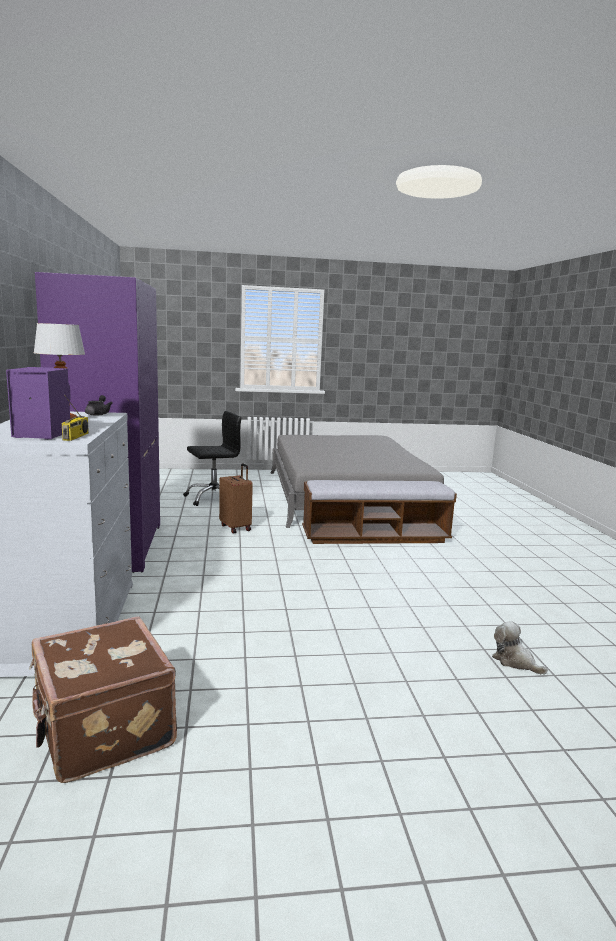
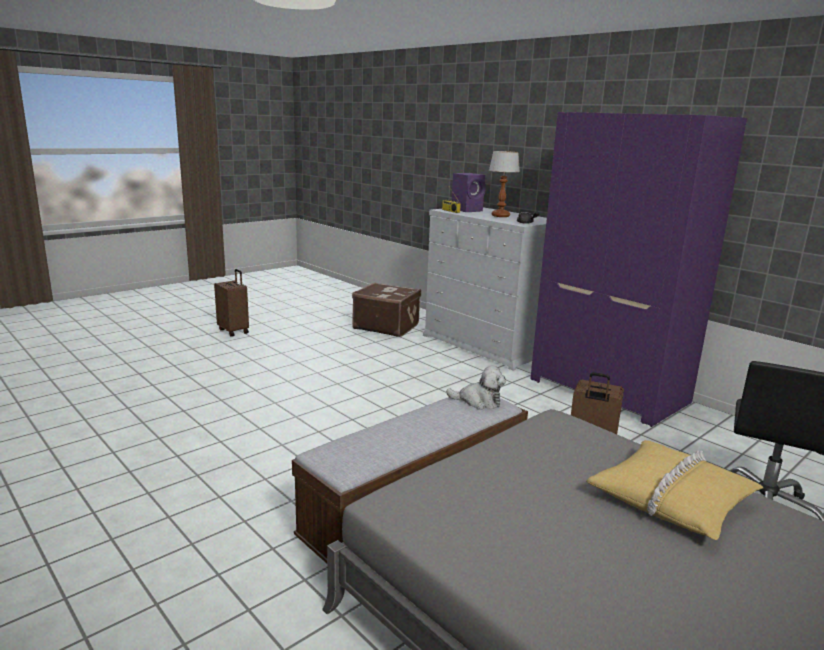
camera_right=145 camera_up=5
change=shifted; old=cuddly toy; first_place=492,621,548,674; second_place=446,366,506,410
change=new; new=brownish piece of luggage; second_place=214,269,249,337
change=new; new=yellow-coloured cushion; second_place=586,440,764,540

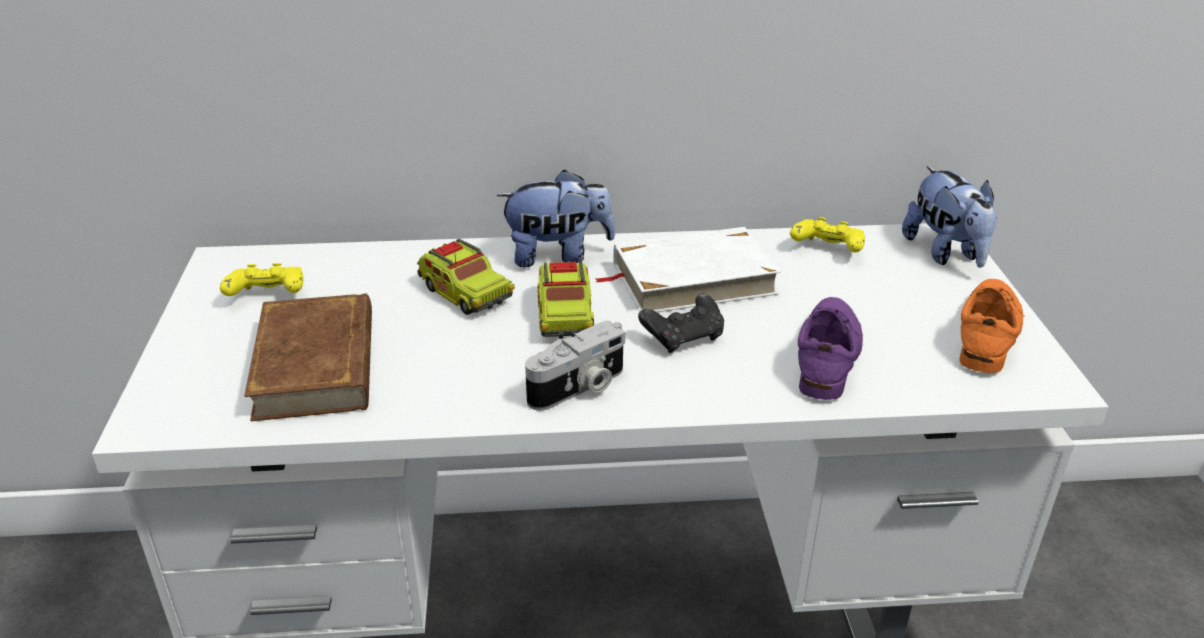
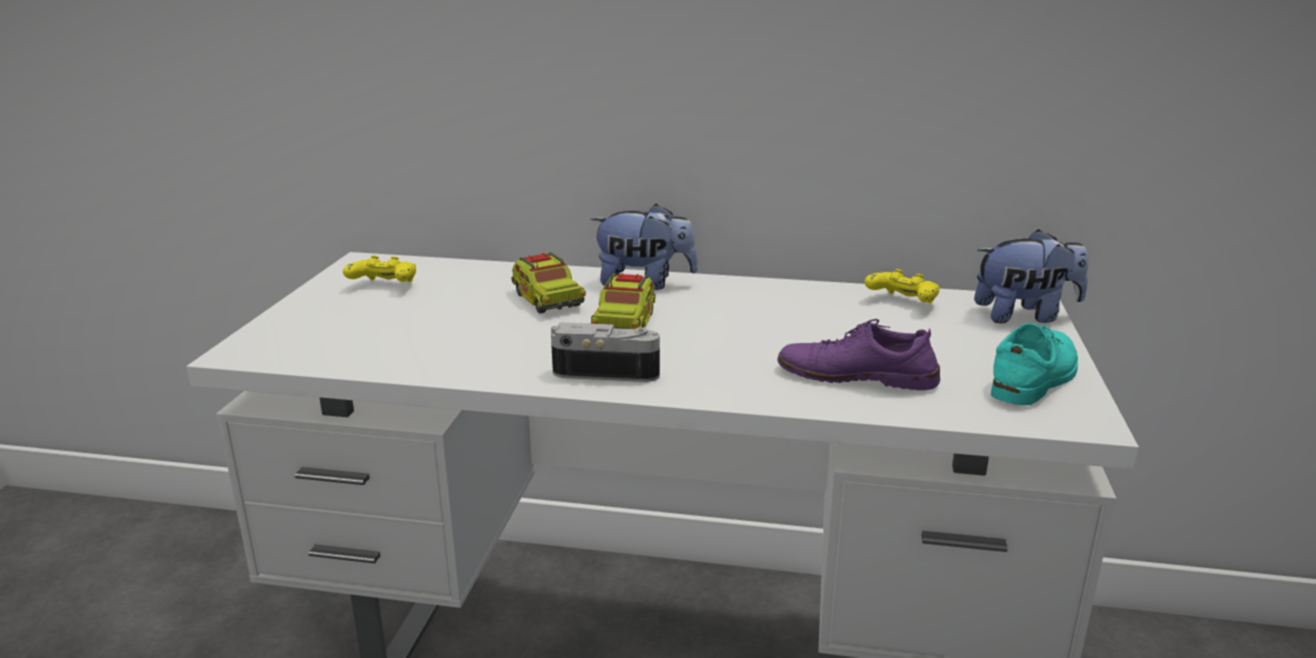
camera_right=15 camera_up=-10
change=gone; old=brownish bound book; first_place=244,293,372,421
change=rotated; old=photo camera; first_place=525,321,626,411; second_place=551,322,660,382; degrees=-150
change=gone; old=white bound book; first_place=595,227,781,312
change=gone; old=blackish joypad; first_place=638,293,724,353
change=rotated; old=purplish low shoe; first_place=798,297,863,400; second_place=777,319,940,390; degrees=-105
change=rotated; old=cuddly toy; first_place=902,166,997,268; second_place=974,229,1088,323; degrees=-90
change=repainted; old=orange-coloured low shoe; new=turquoise-coloured low shoe; first_place=959,279,1024,373; second_place=991,323,1078,405

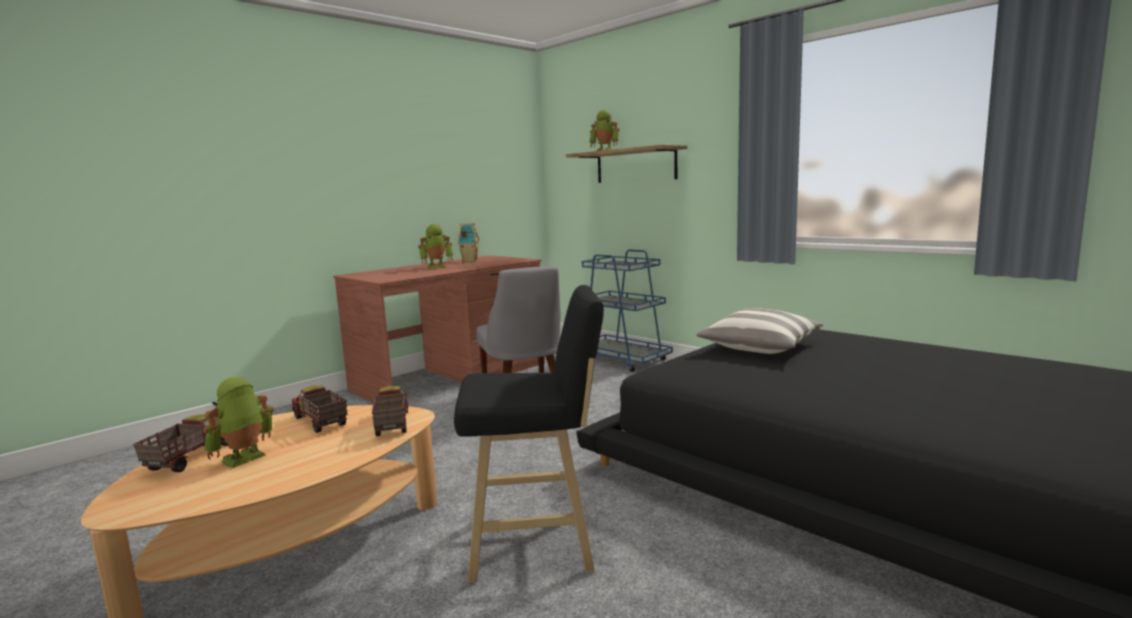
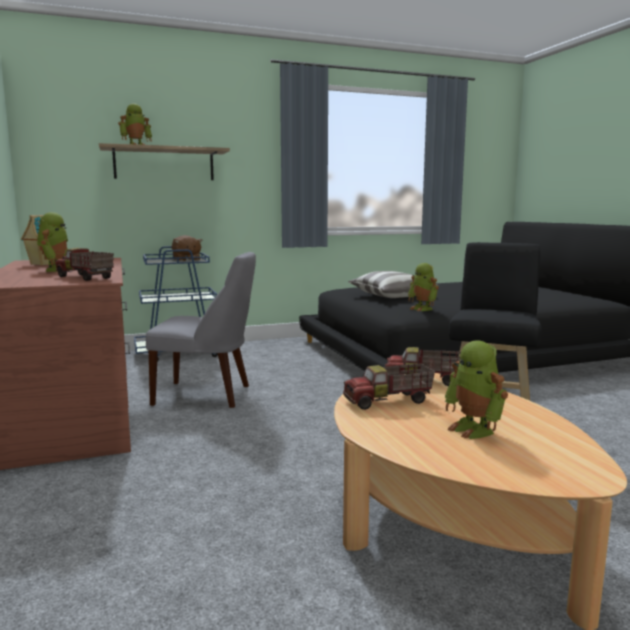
camera_right=-65 camera_up=0
change=shifted; old=model truck; first_place=133,414,229,472; second_place=56,248,114,281
change=new; new=brownish cuddly toy; second_place=172,235,202,261
change=new; new=robot figure; second_place=408,263,439,311

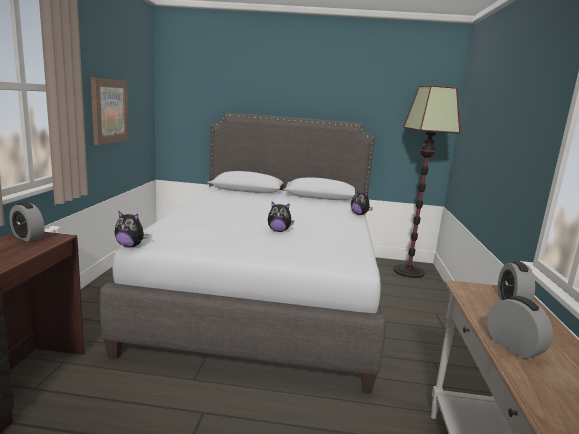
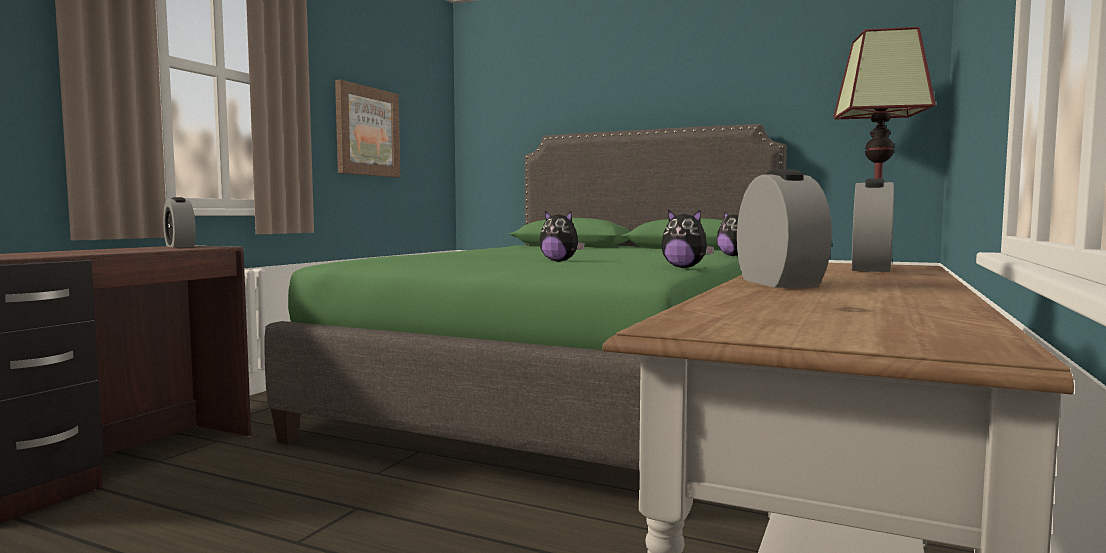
camera_right=20 camera_up=-10
change=repainted; old=greyish bedroom bed; new=green bedroom bed; first_place=100,113,386,393; second_place=264,124,787,470
change=shifted; old=cuddly toy; first_place=115,211,149,248; second_place=661,209,714,268

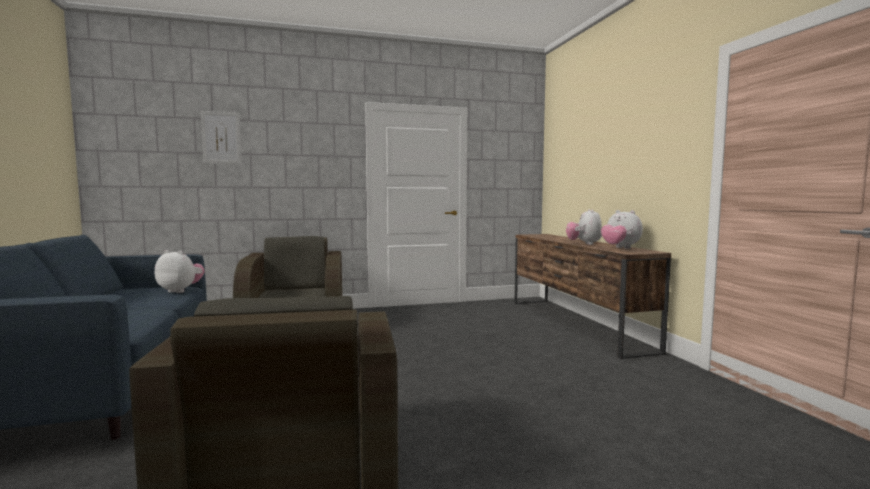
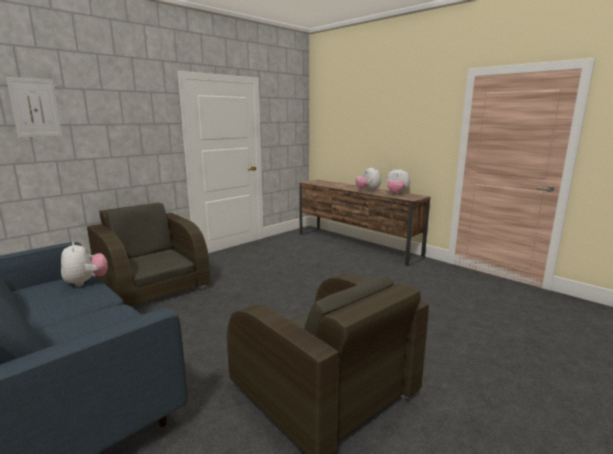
camera_right=-30 camera_up=10
change=rotated; old=cuddly toy; first_place=155,250,204,293; second_place=61,242,108,287; degrees=75

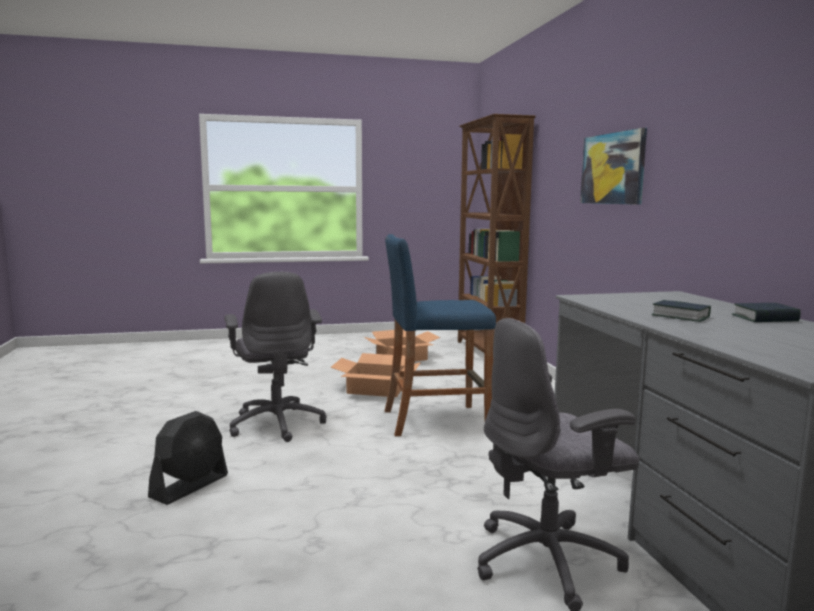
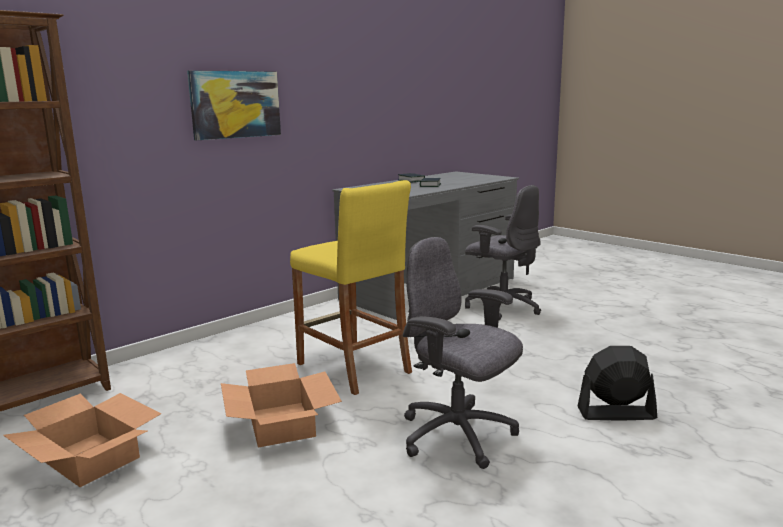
camera_right=-120 camera_up=5
change=rotated; old=greyish desk chair; first_place=224,272,326,442; second_place=403,237,523,469; degrees=-90
change=repainted; old=bluish stool seat; new=yellow-coloured stool seat; first_place=385,234,496,436; second_place=290,180,412,395

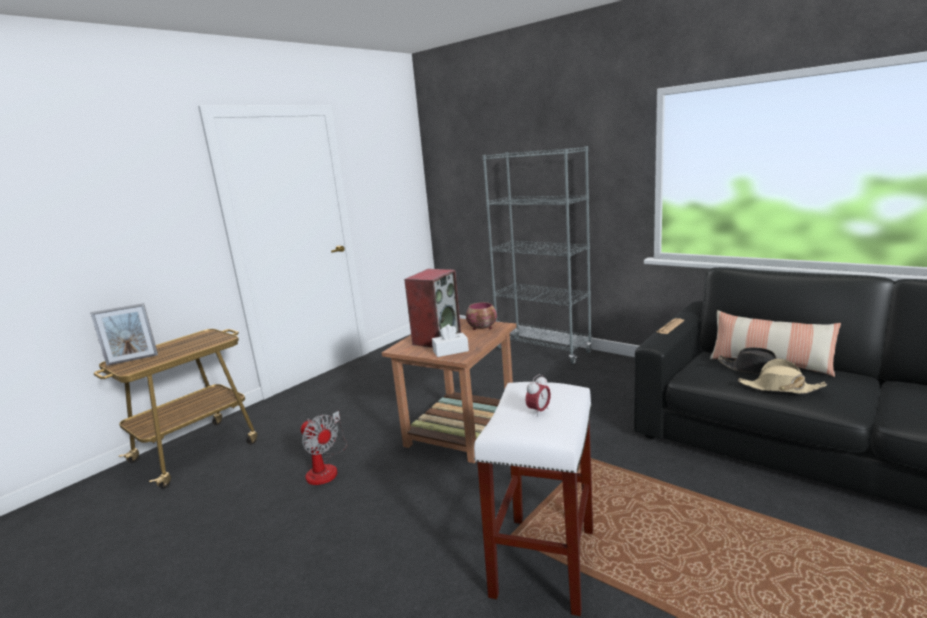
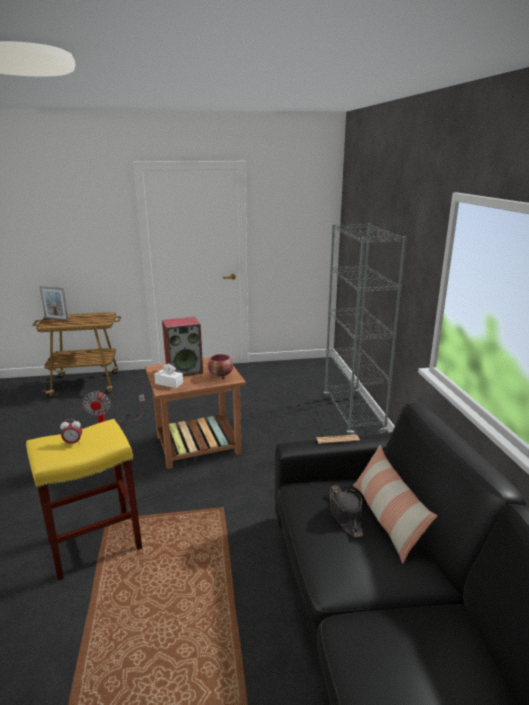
camera_right=40 camera_up=5
change=repainted; old=white stool seat; new=yellow-coloured stool seat; first_place=474,382,593,616; second_place=26,419,142,581
change=gone; old=sand-coloured wearable hat; first_place=738,359,827,394

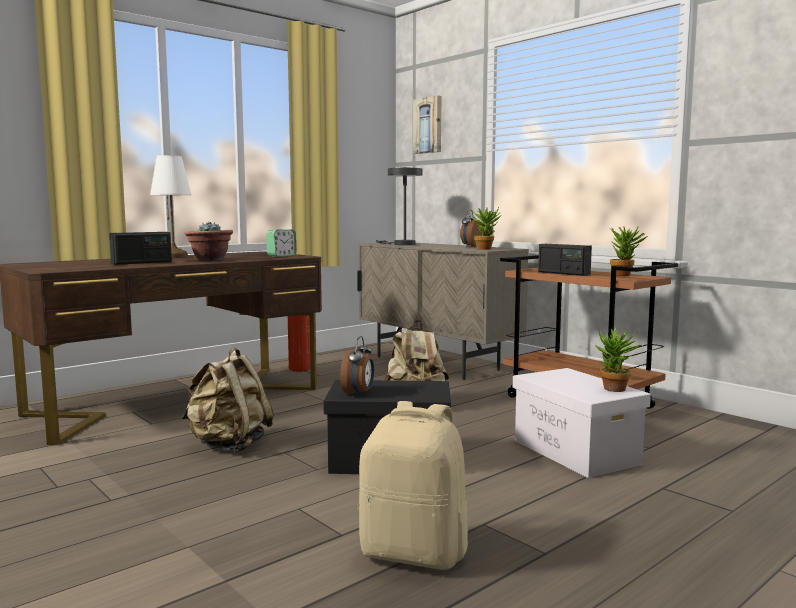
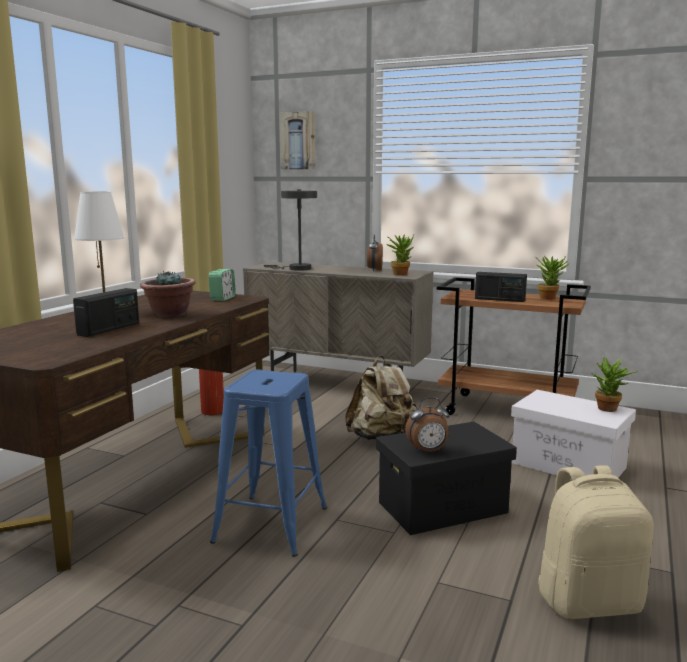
camera_right=-25 camera_up=5
change=swapped; old=sand-coloured backpack; new=bluish stool seat; first_place=182,348,274,453; second_place=210,370,327,557
change=rotated; old=bedside clock; first_place=340,336,374,397; second_place=405,397,449,453; degrees=90

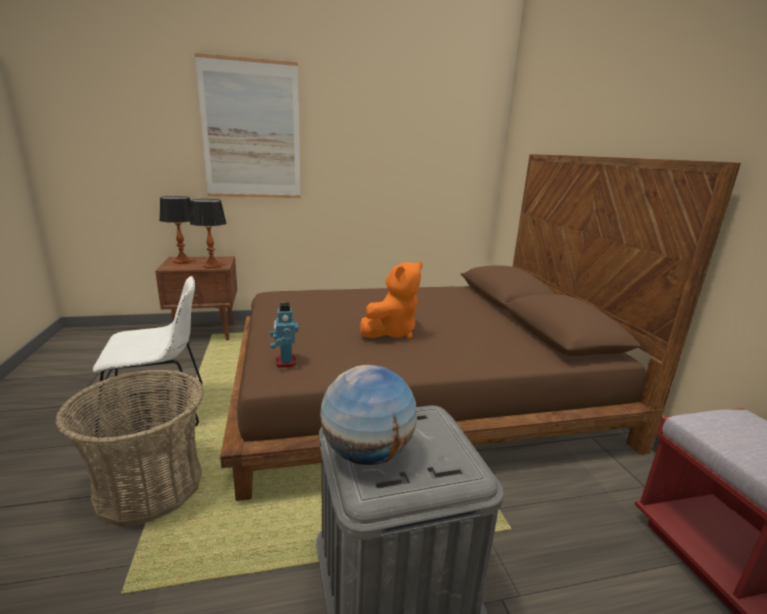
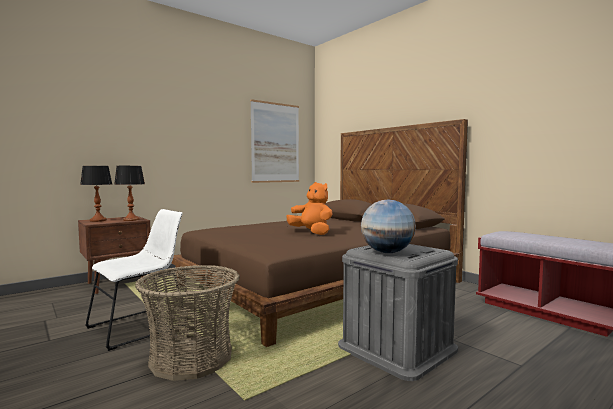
camera_right=-25 camera_up=-15
change=shifted; old=picture; first_place=195,53,301,198; second_place=250,99,299,183
change=gone; old=robot figure; first_place=270,302,299,367
change=rotated; old=orange-coloured cuddly toy; first_place=360,261,423,339; second_place=286,182,333,235; degrees=-60

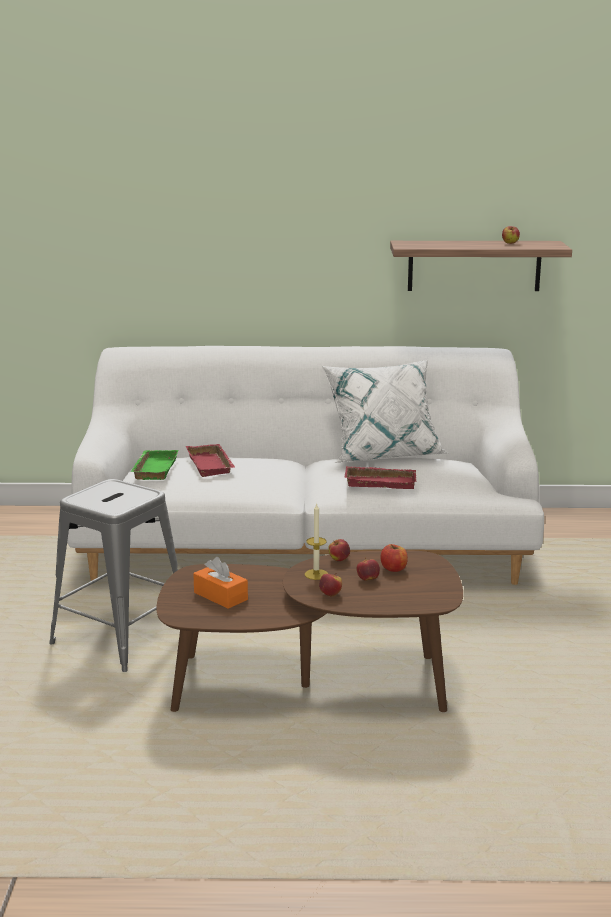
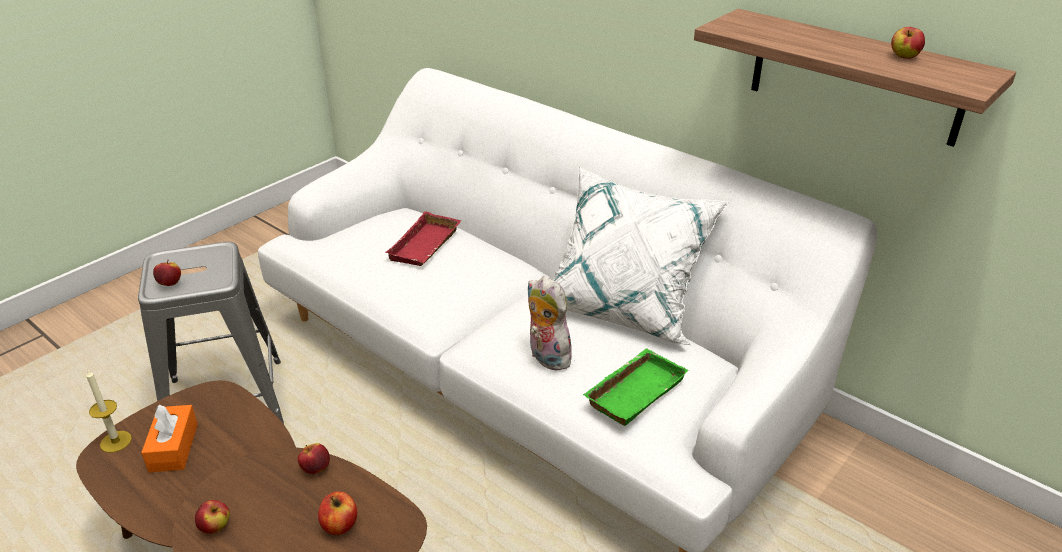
camera_right=40 camera_up=15
change=shifted; old=green serving tray; first_place=130,450,178,480; second_place=583,348,689,426
change=shifted; old=candle; first_place=305,503,328,580; second_place=86,369,132,453
change=swapped; old=red-coloured serving tray; new=cuddly toy; first_place=344,466,416,489; second_place=527,276,572,371
change=shifted; old=whole apple; first_place=356,557,380,581; second_place=153,260,181,286

